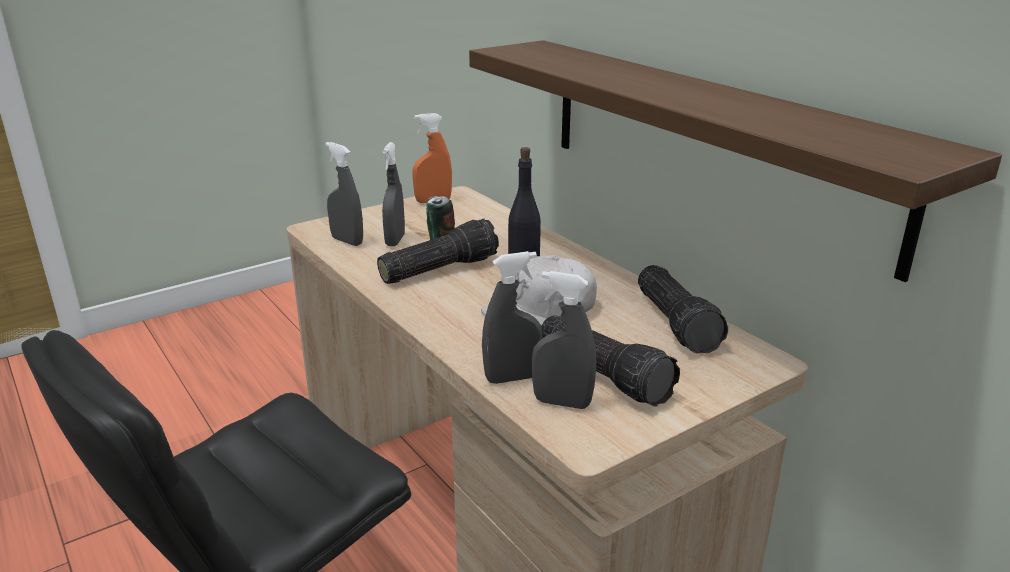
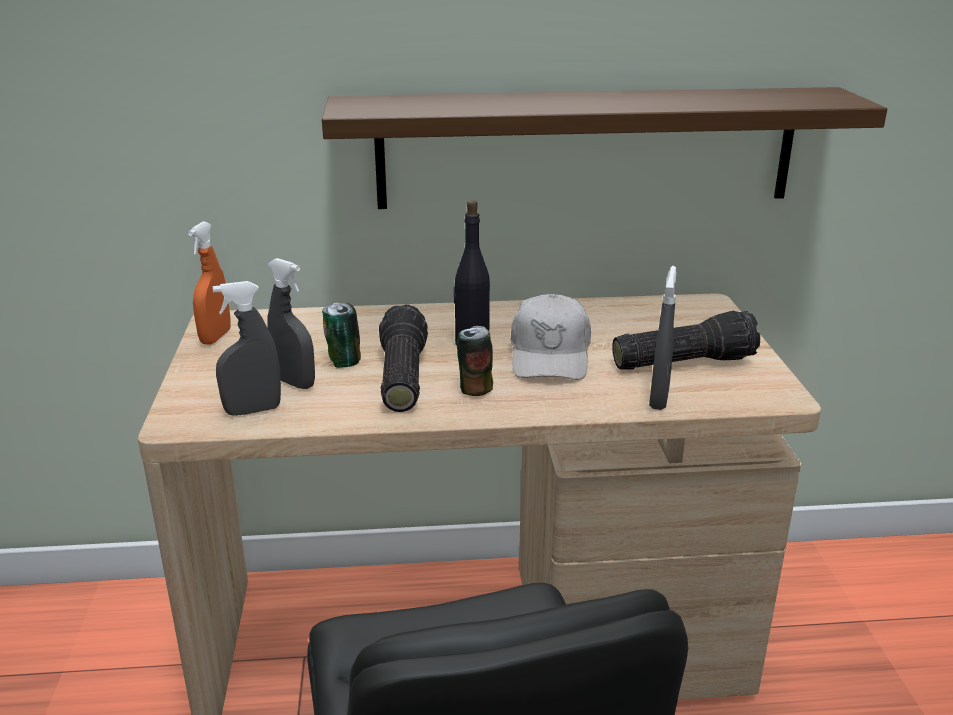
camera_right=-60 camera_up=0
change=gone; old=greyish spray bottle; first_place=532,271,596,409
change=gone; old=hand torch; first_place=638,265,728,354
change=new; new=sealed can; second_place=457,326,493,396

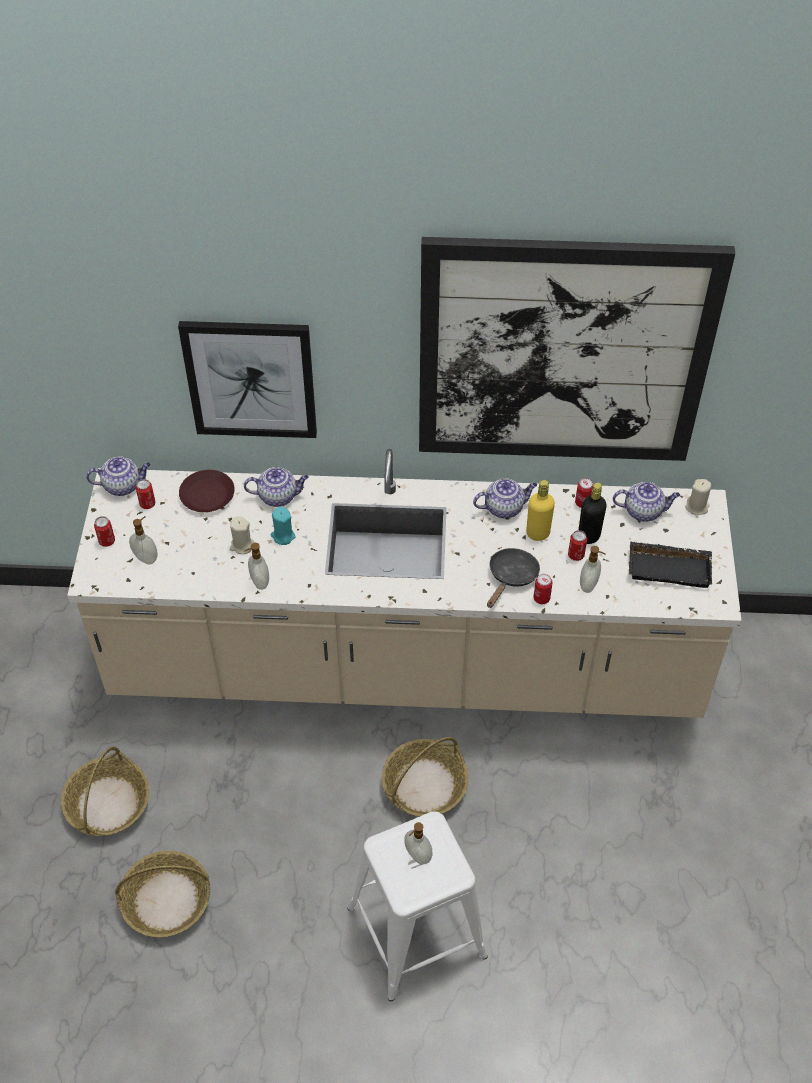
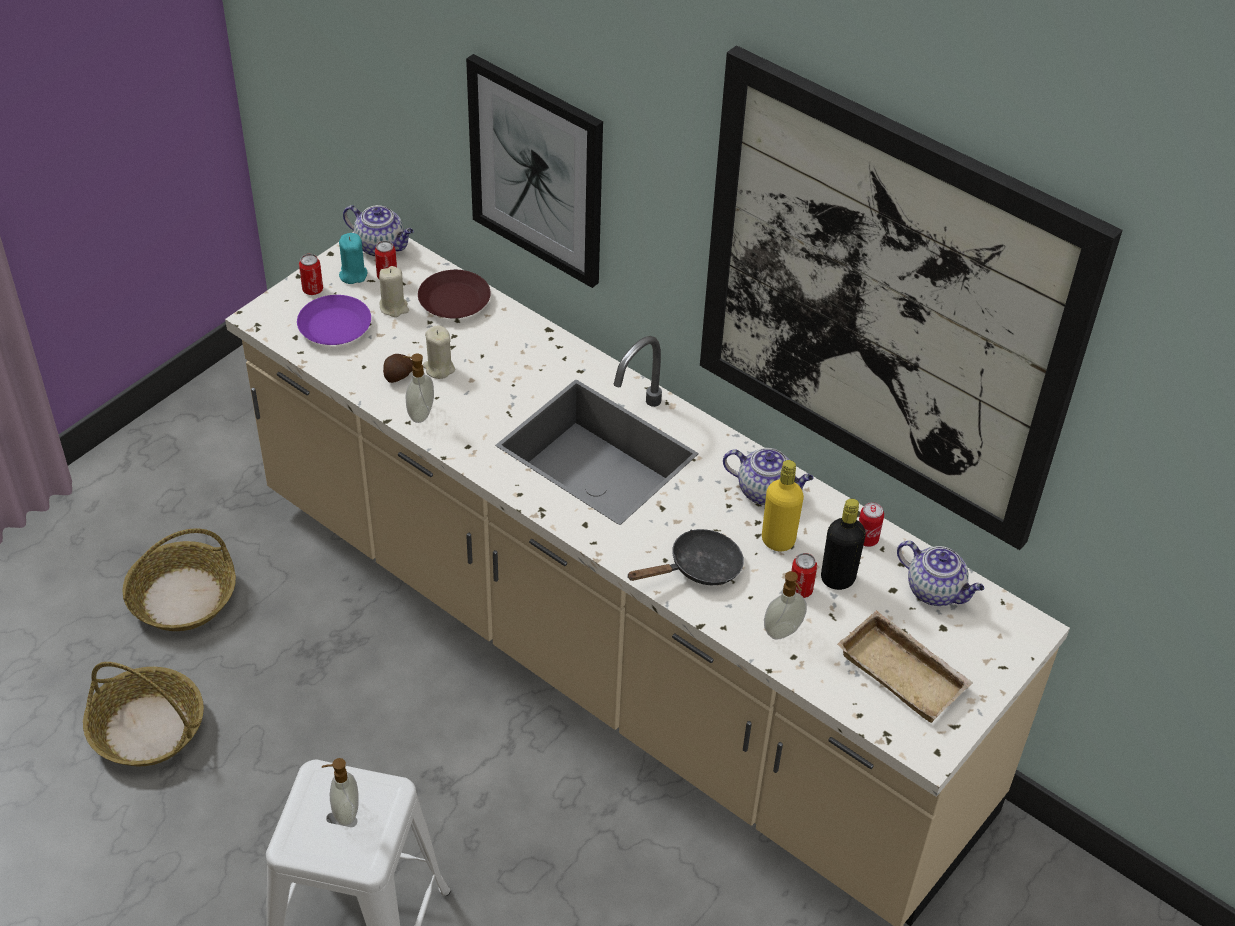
camera_right=35 camera_up=-5
change=swapped; old=liquid soap bottle; new=purplish dinner plate; first_place=129,516,158,564; second_place=297,295,371,345
change=gone; old=pot for tea; first_place=244,467,309,507
change=shifted; old=turquoise-coloured candle; first_place=271,507,296,545; second_place=339,233,367,284
change=gone; old=household basket; first_place=382,737,469,816
change=gone; old=sealed can; first_place=533,574,552,604
change=repainted; old=blackish serving tray; new=sand-coloured serving tray; first_place=629,541,712,588; second_place=837,610,973,723
change=shifted; old=sand-coloured candle; first_place=685,479,711,515; second_place=379,266,409,317
change=new; new=potato; second_place=383,354,413,383

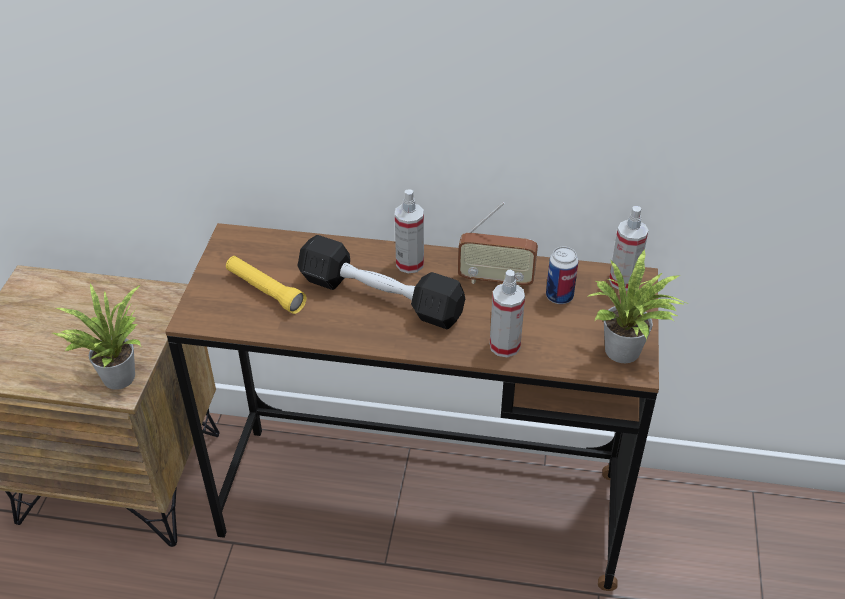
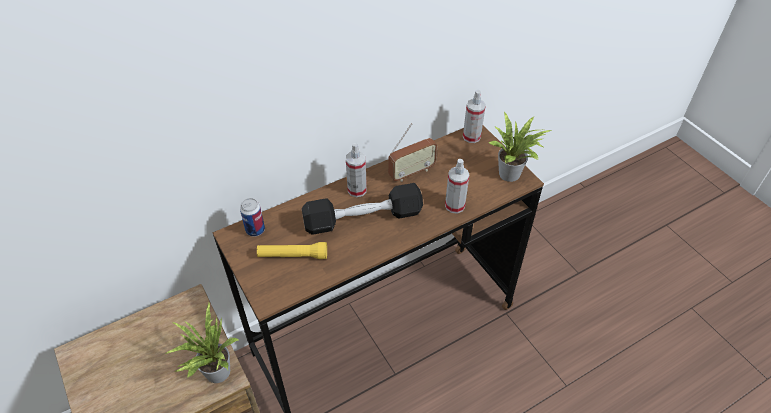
camera_right=-40 camera_up=5
change=shifted; old=sealed can; first_place=546,247,578,304; second_place=240,198,265,237

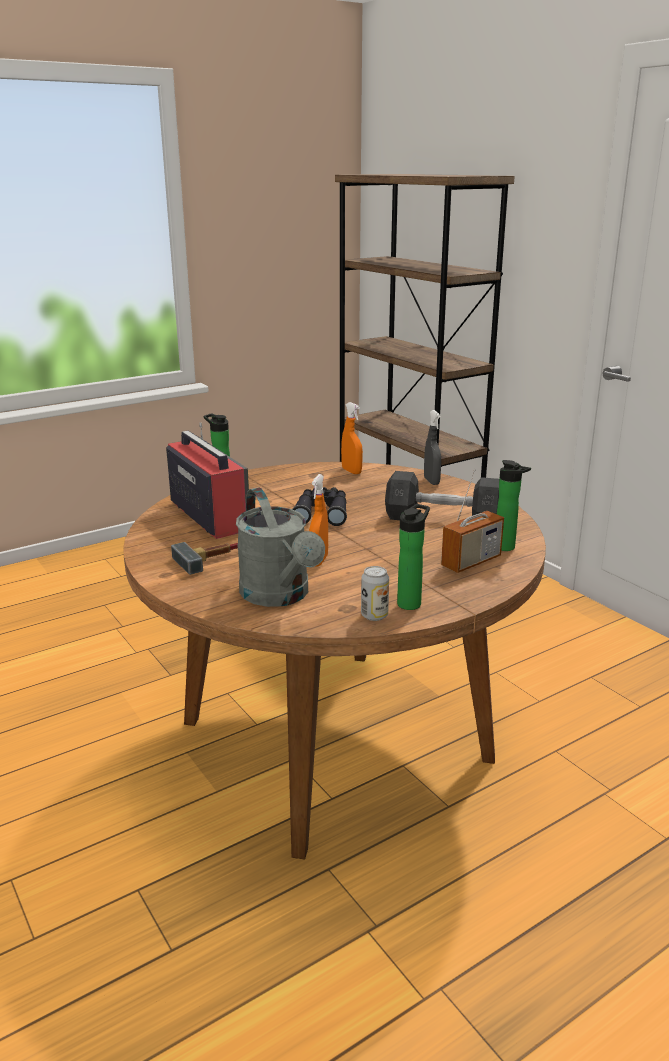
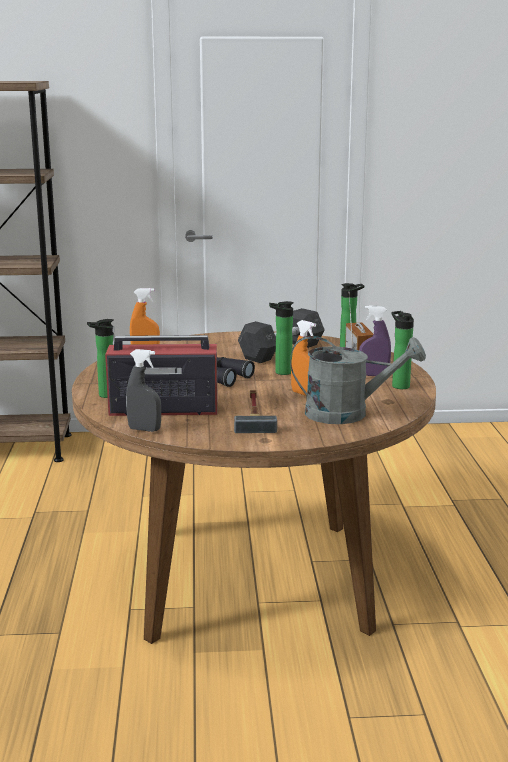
camera_right=-60 camera_up=-5
change=gone; old=sealed can; first_place=361,566,389,621
change=shifted; old=greyish spray bottle; first_place=424,410,441,485; second_place=126,349,161,432
change=new; new=drink bottle; second_place=269,301,294,375
change=new; new=purplish spray bottle; second_place=359,305,391,376

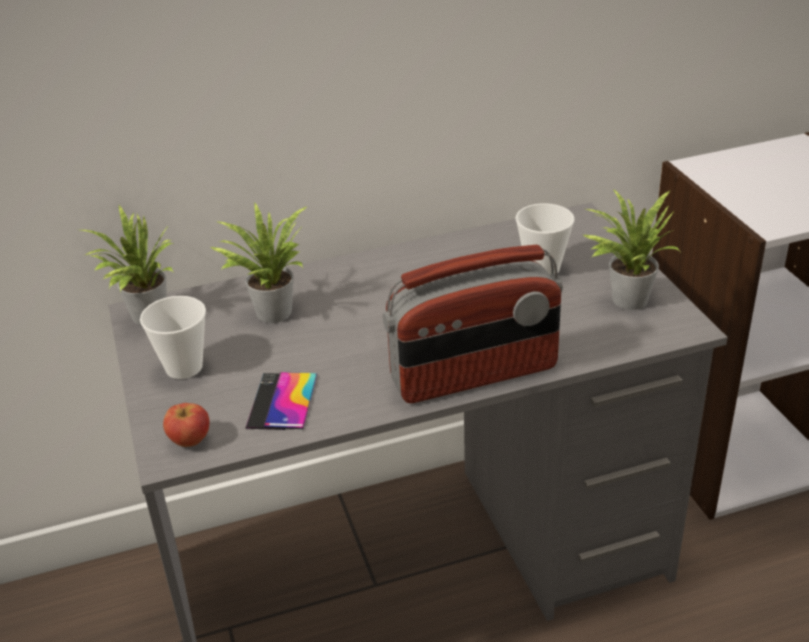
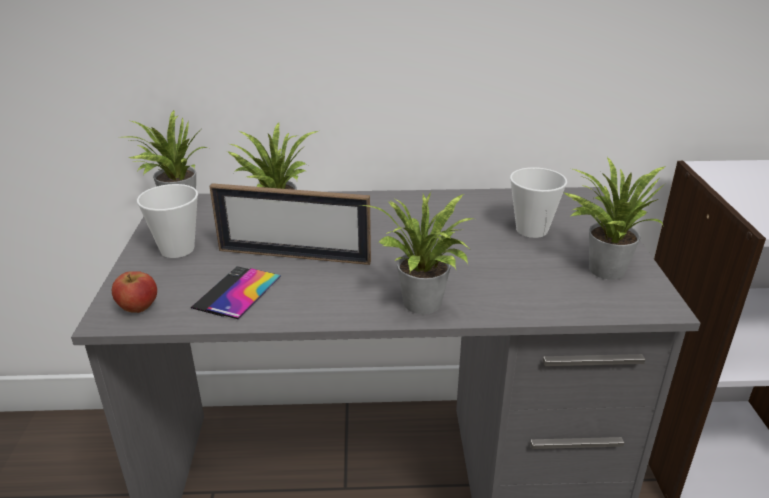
camera_right=15 camera_up=-5
change=swapped; old=radio receiver; new=potted plant; first_place=383,245,563,403; second_place=361,192,474,314
change=new; new=standing frame; second_place=209,183,371,265

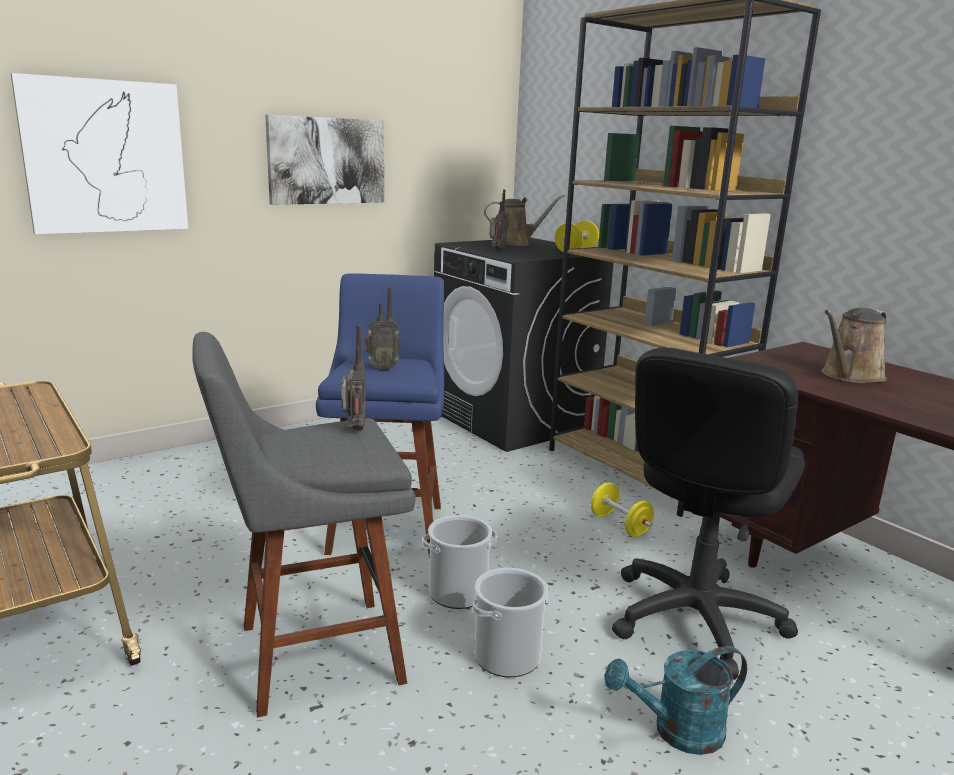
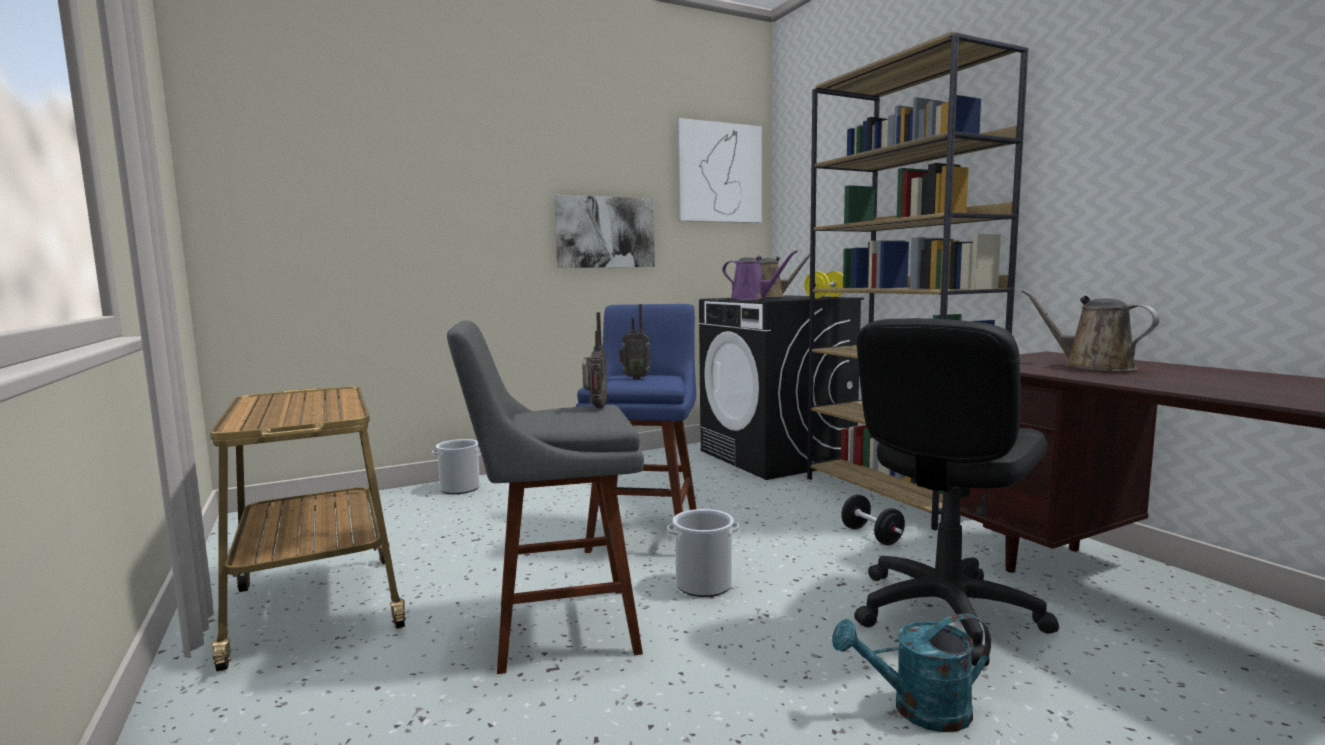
camera_right=10 camera_up=-10
change=shifted; old=picture; first_place=10,73,188,234; second_place=676,118,762,223
change=shifted; old=bucket; first_place=473,568,548,677; second_place=432,439,480,494
change=swapped; old=radio receiver; new=purplish watering pot; first_place=490,189,508,251; second_place=722,250,798,300
change=repainted; old=yellow-coloured free weight; new=blackish free weight; first_place=591,483,654,537; second_place=841,494,905,545
change=rotated; old=brownish watering pot; first_place=822,308,887,383; second_place=1021,289,1160,371; degrees=90

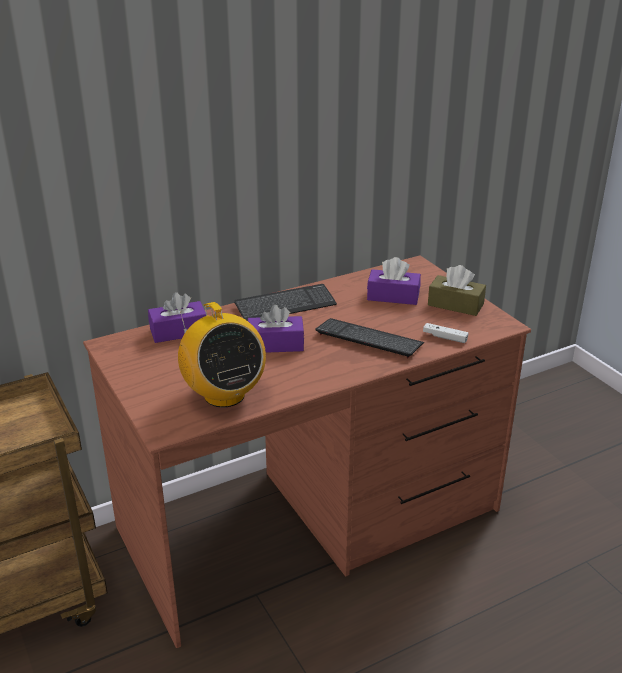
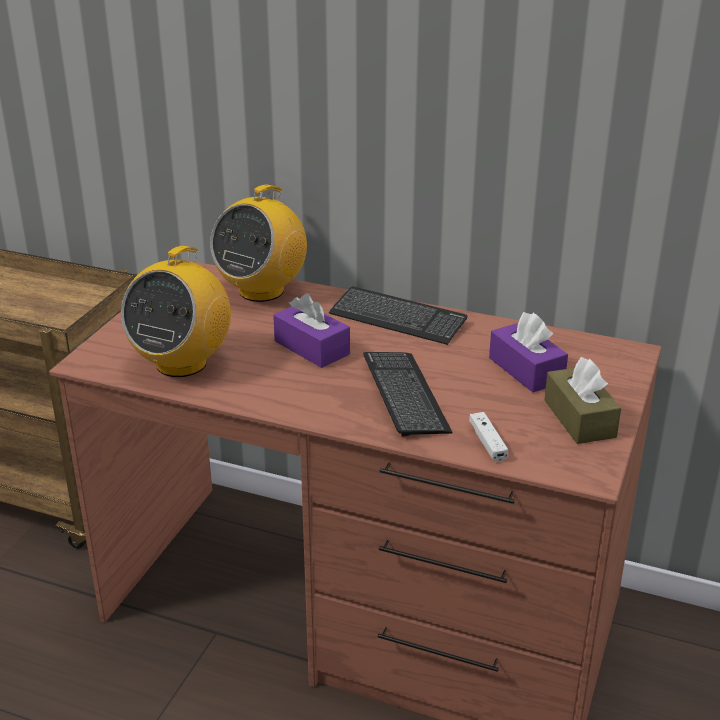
camera_right=50 camera_up=0
change=swapped; old=purplish tissue box; new=radio receiver; first_place=148,292,206,343; second_place=210,185,307,302

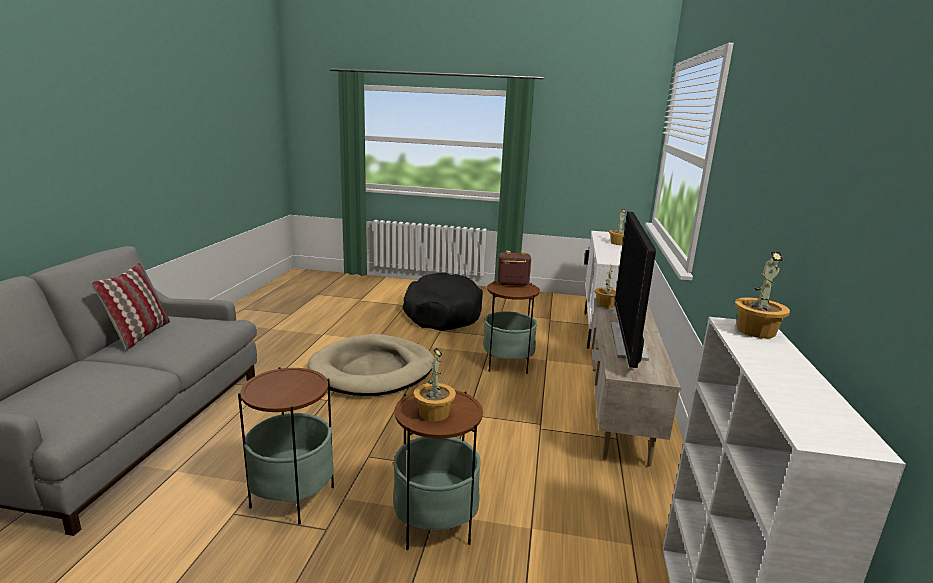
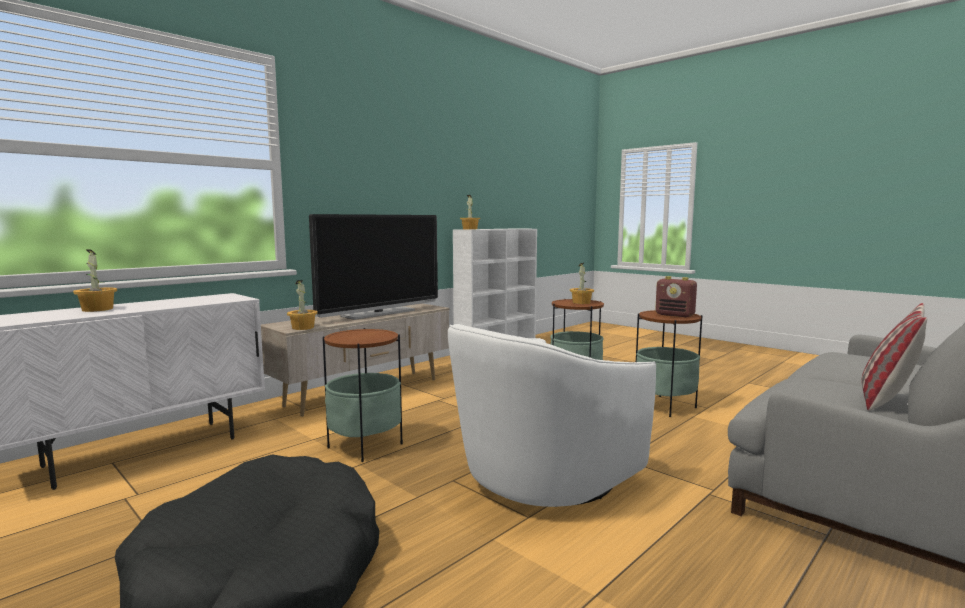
camera_right=-145 camera_up=-10
change=swapped; old=sand-coloured dog cushion; new=white armchair; first_place=308,334,434,396; second_place=448,324,656,507
change=shifted; old=radio receiver; first_place=498,251,531,286; second_place=655,276,697,317

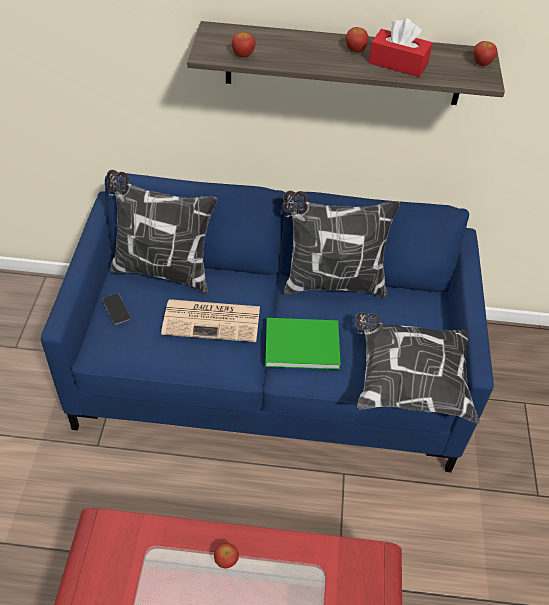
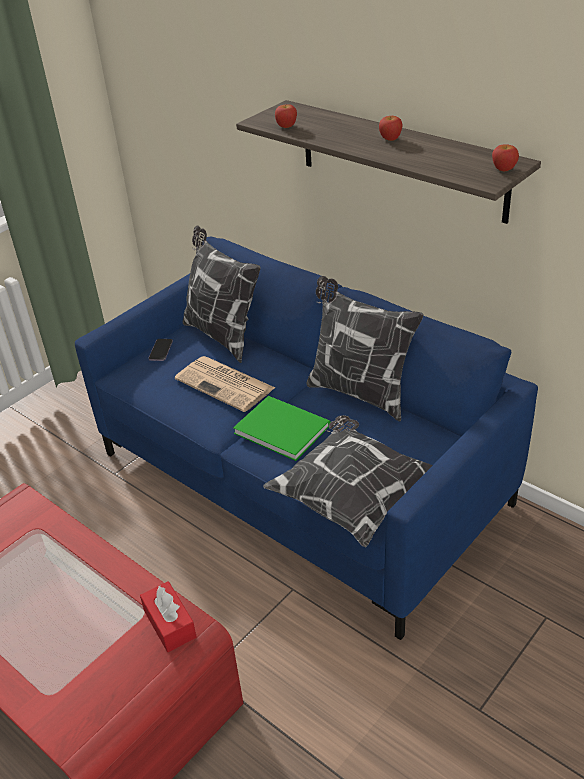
camera_right=40 camera_up=-10
change=gone; old=whole apple; first_place=214,543,239,568
change=shifted; old=red-coloured tissue box; first_place=368,18,433,77; second_place=140,581,197,652

